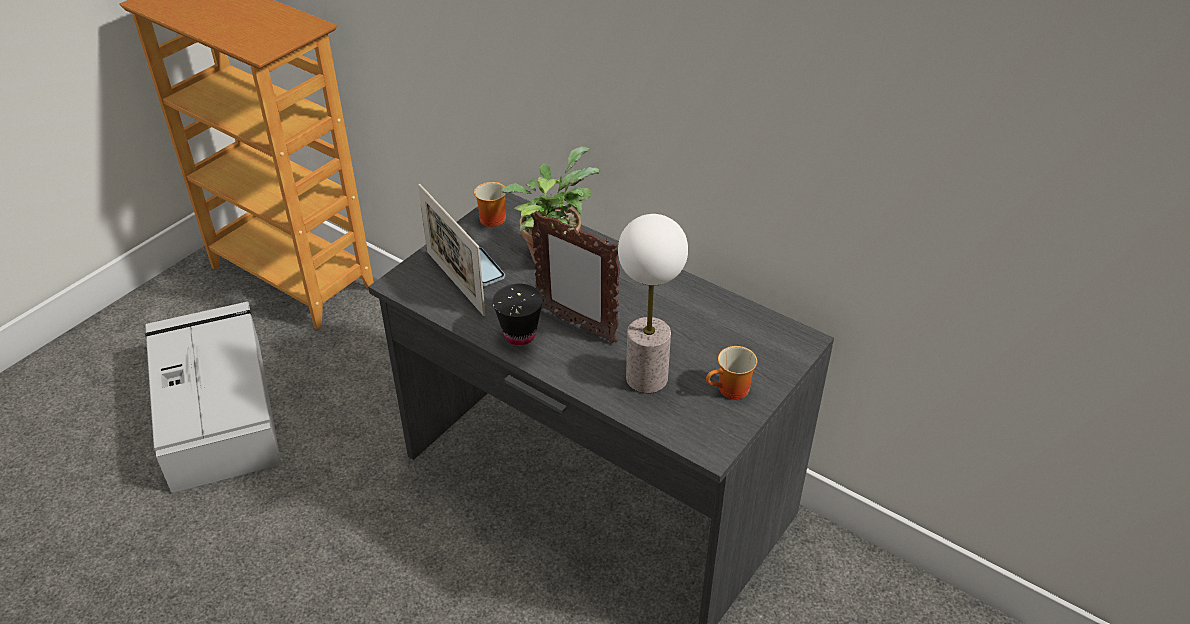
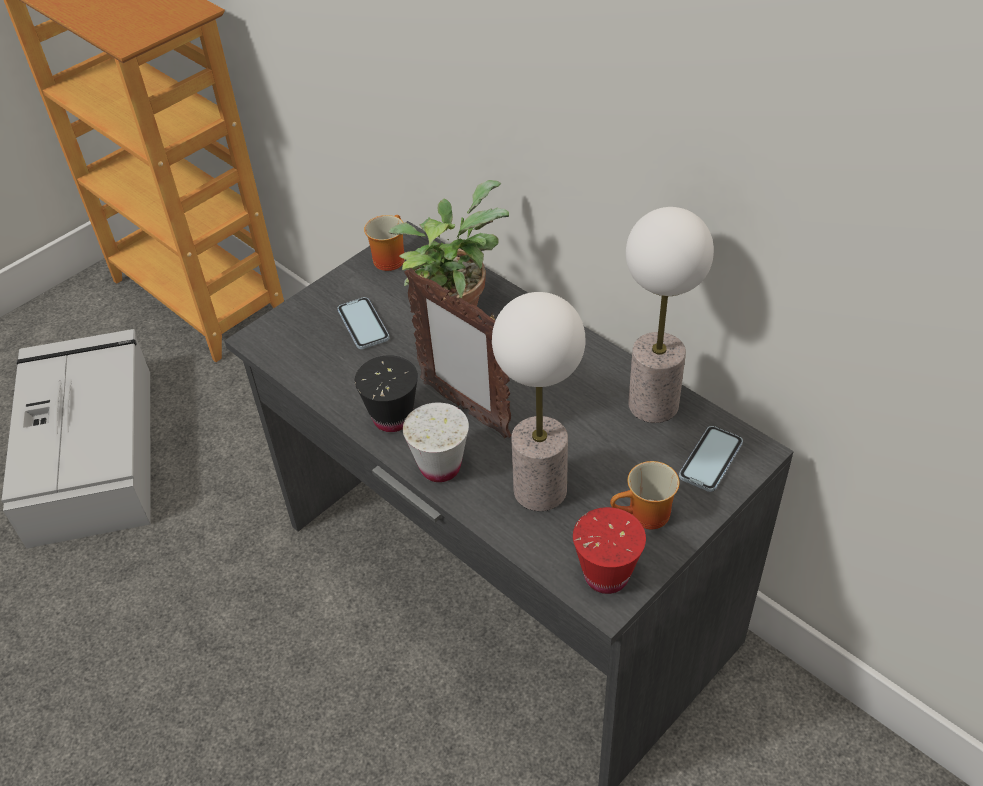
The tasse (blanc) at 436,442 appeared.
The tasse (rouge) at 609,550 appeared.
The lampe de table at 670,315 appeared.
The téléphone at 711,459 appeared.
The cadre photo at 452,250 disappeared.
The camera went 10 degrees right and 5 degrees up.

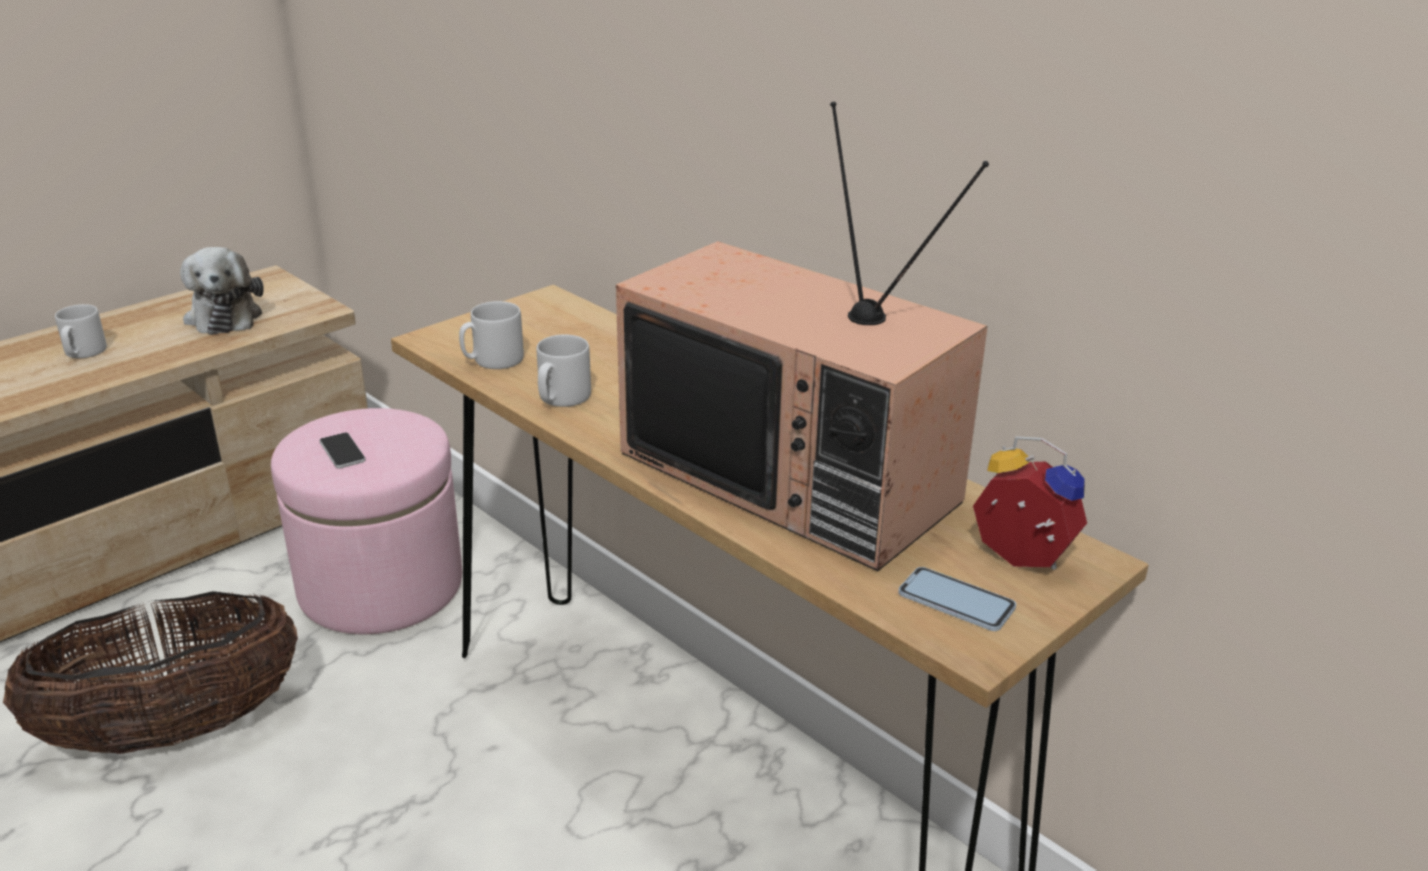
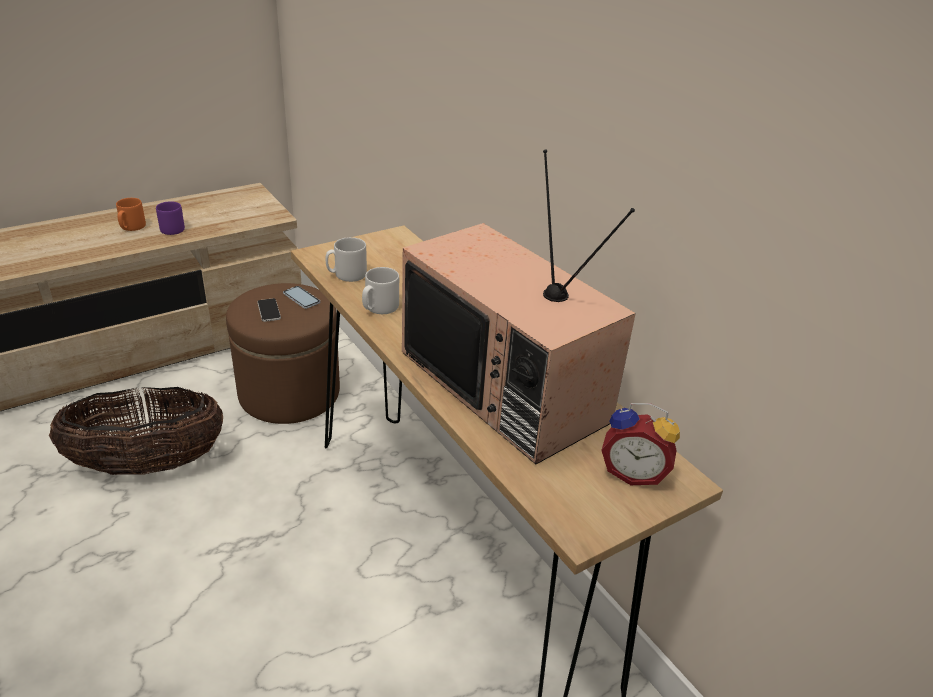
The mug (gris) at 81,331 became the mug (orange) at 131,214.
The mug (violet) at 170,218 appeared.
The pouf (rose) at 366,521 became the pouf (marron) at 283,353.
The téléphone moved from 957,599 to 301,297.
The réveil at 1030,503 turned 150 degrees clockwise.
The peluche at 222,291 disappeared.
The camera went 10 degrees right and 5 degrees up.

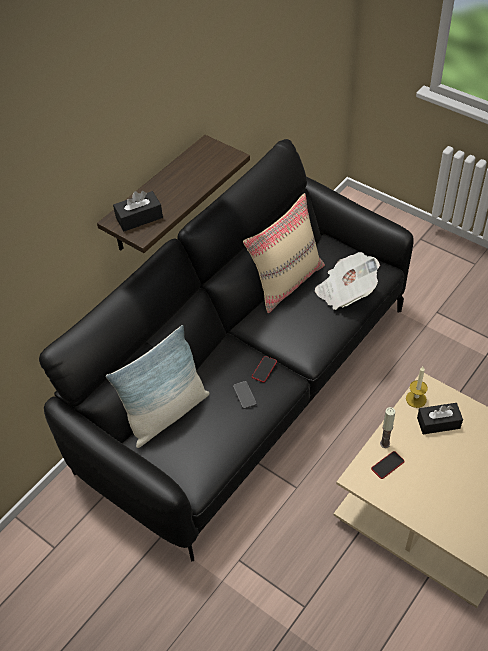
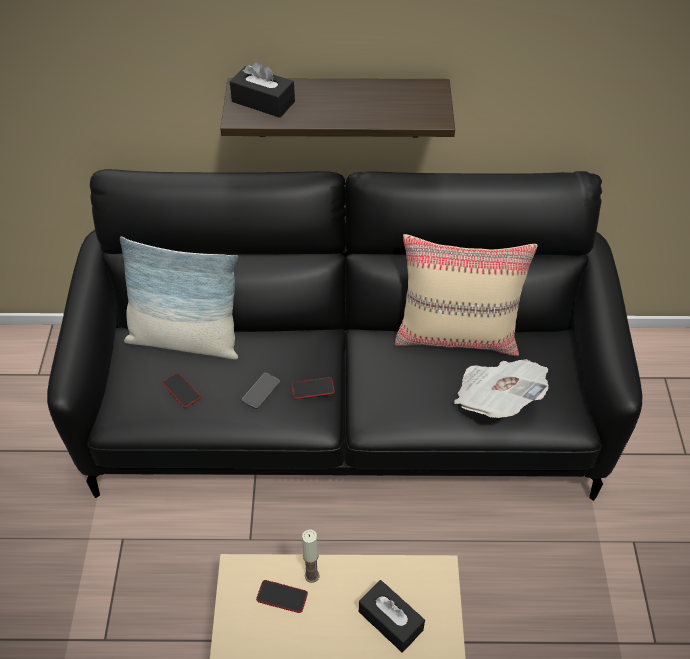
The téléphone at 181,390 appeared.
The bougie at 417,387 disappeared.
The camera went 50 degrees right and 0 degrees up.

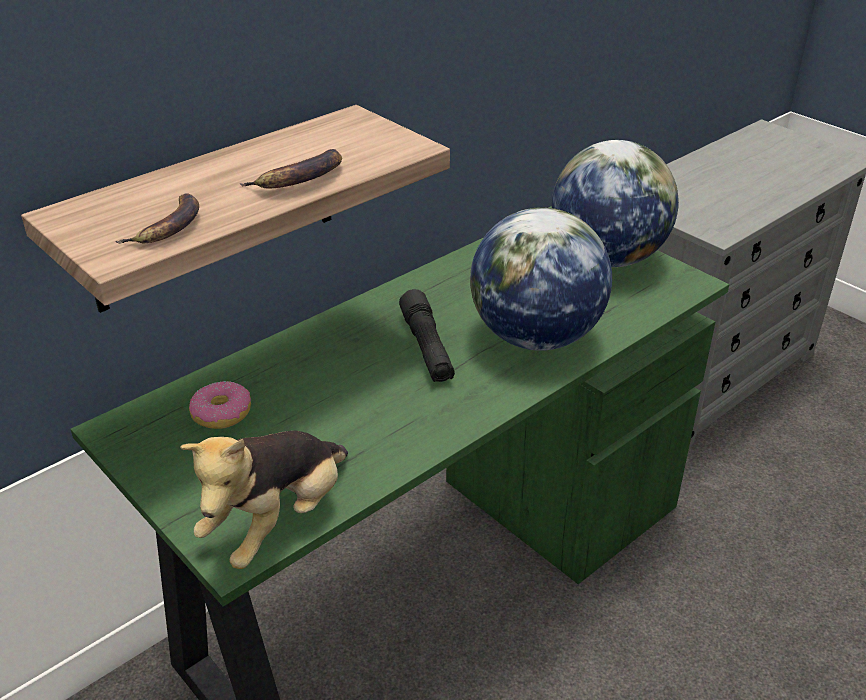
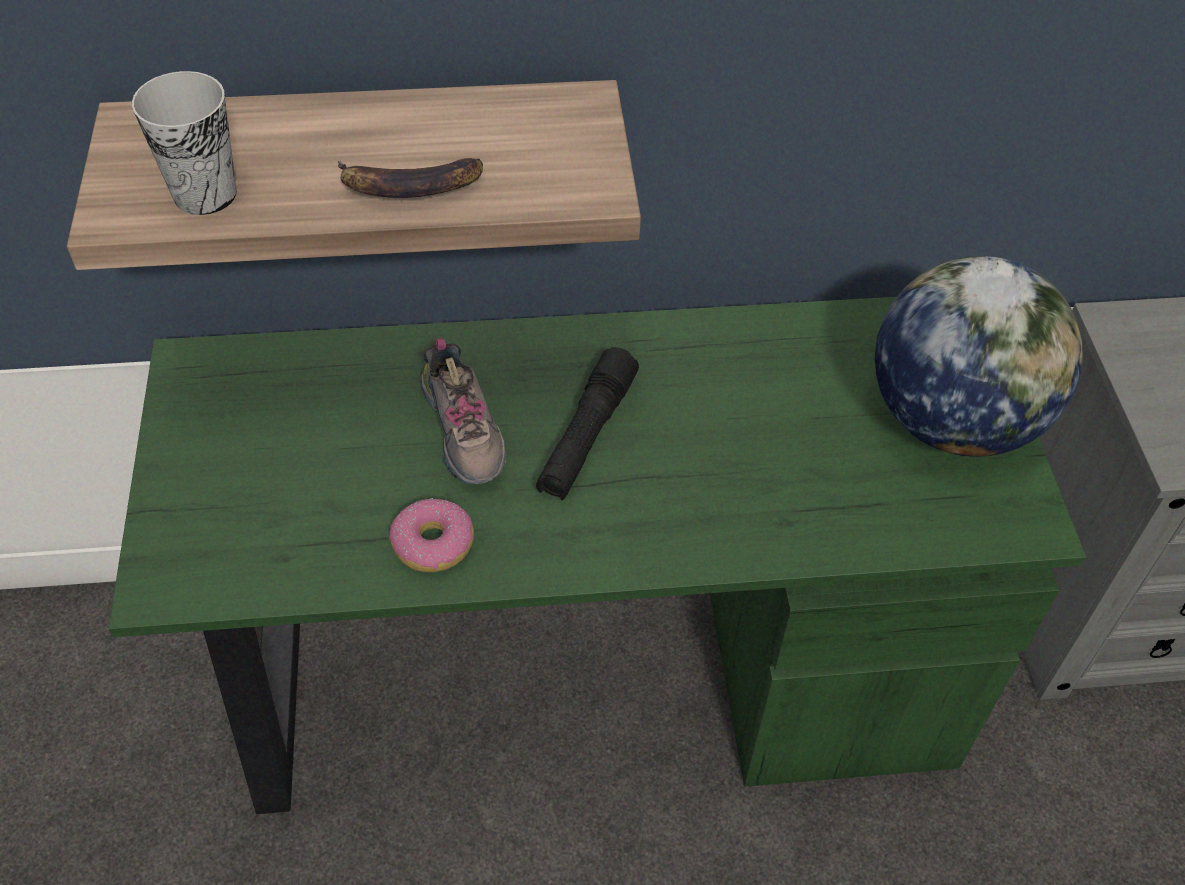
The banane at 157,218 was replaced by the tasse at 184,143.
The beignet moved from 220,405 to 431,535.
The chaussure at 463,411 appeared.
The peluche at 264,499 disappeared.
The globe at 541,279 disappeared.
The camera went 35 degrees right and 15 degrees up.

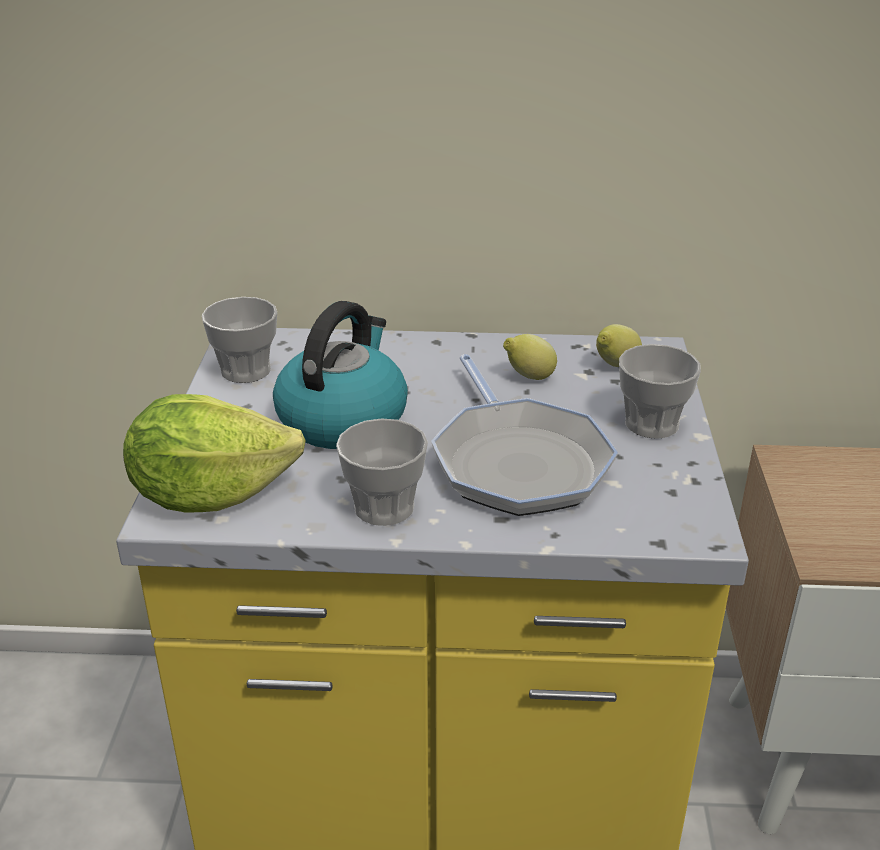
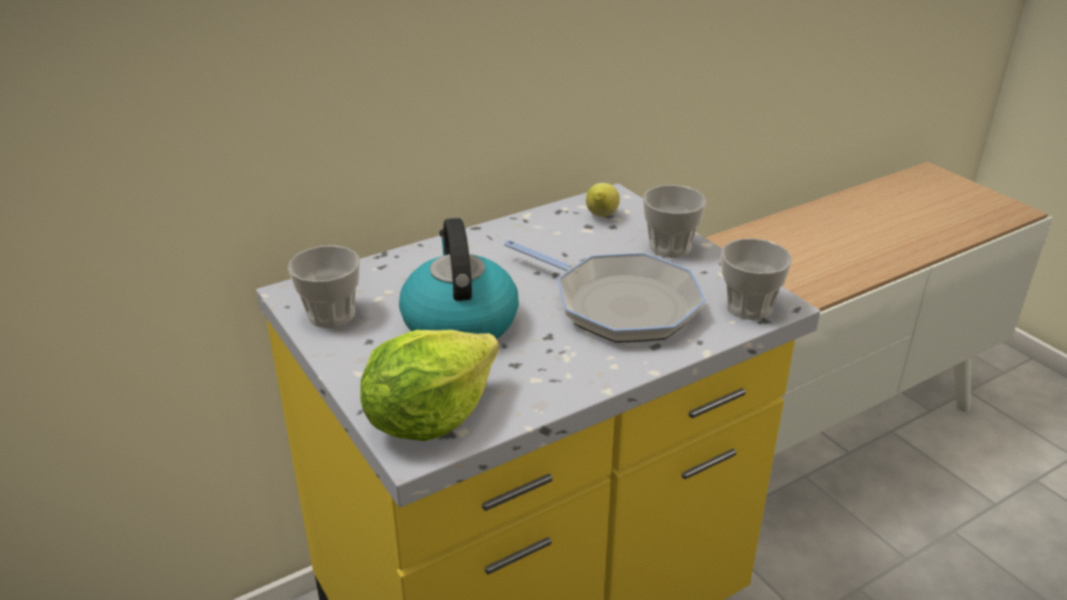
The tasse moved from 382,472 to 756,279.
The citron at 530,357 disappeared.
The camera went 35 degrees left and 0 degrees up.

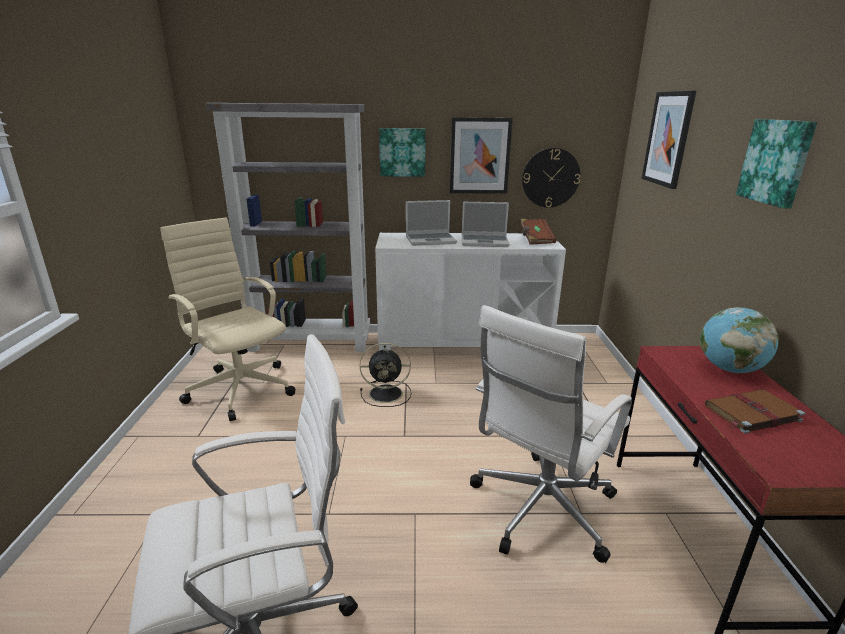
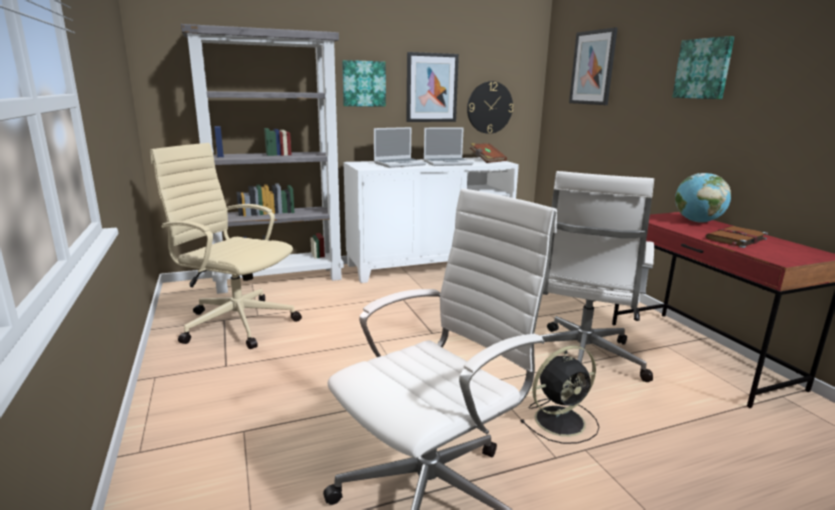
The ventilateur (noir) moved from 385,374 to 559,395.
The camera went 20 degrees left and 5 degrees down.

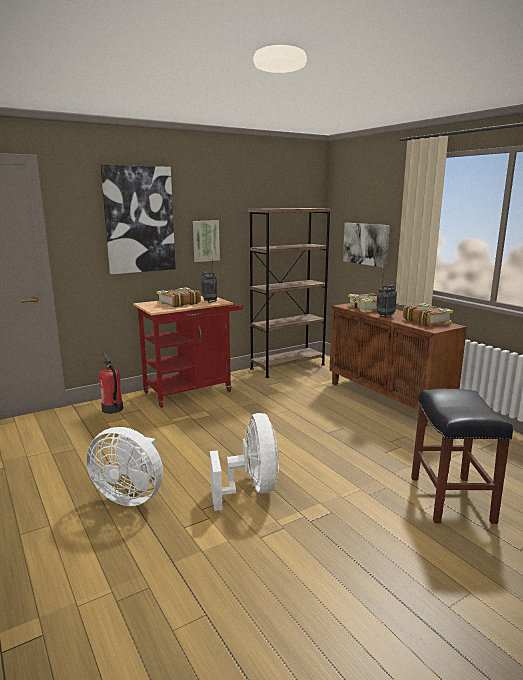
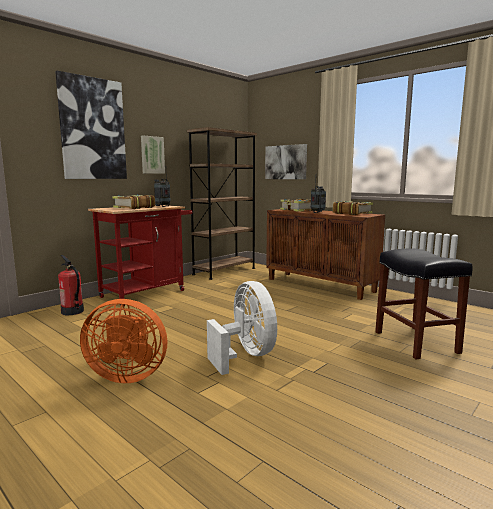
The ventilateur (blanc) at 124,466 became the ventilateur (orange) at 123,341.
The camera went 15 degrees left and 5 degrees down.

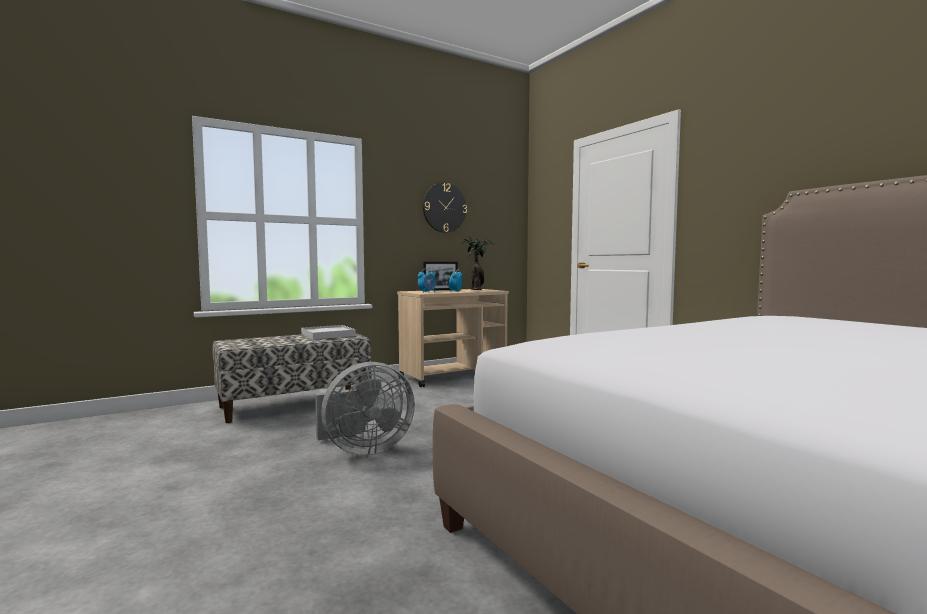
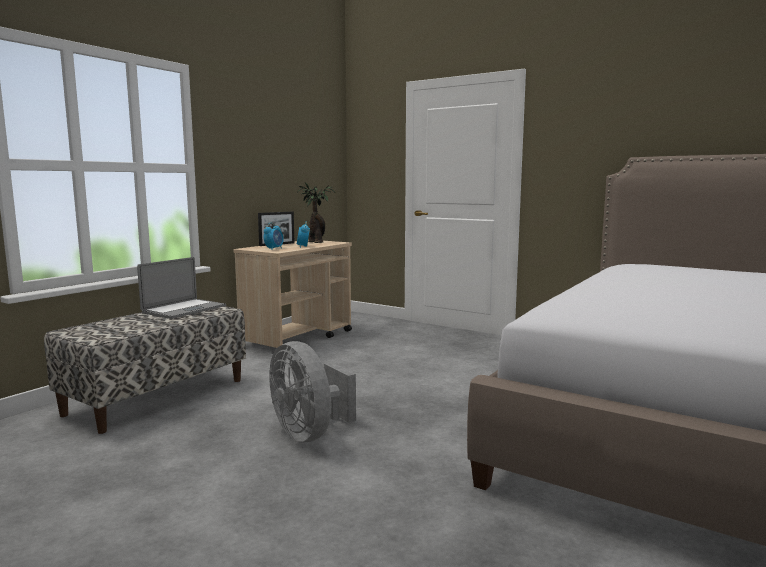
The plateau (blanc) at 328,332 was replaced by the ordinateur portable at 181,288.
The ventilateur (gris) at 365,409 turned 105 degrees clockwise.
The horloge murale at 445,208 disappeared.
The camera went 25 degrees left and 5 degrees up.

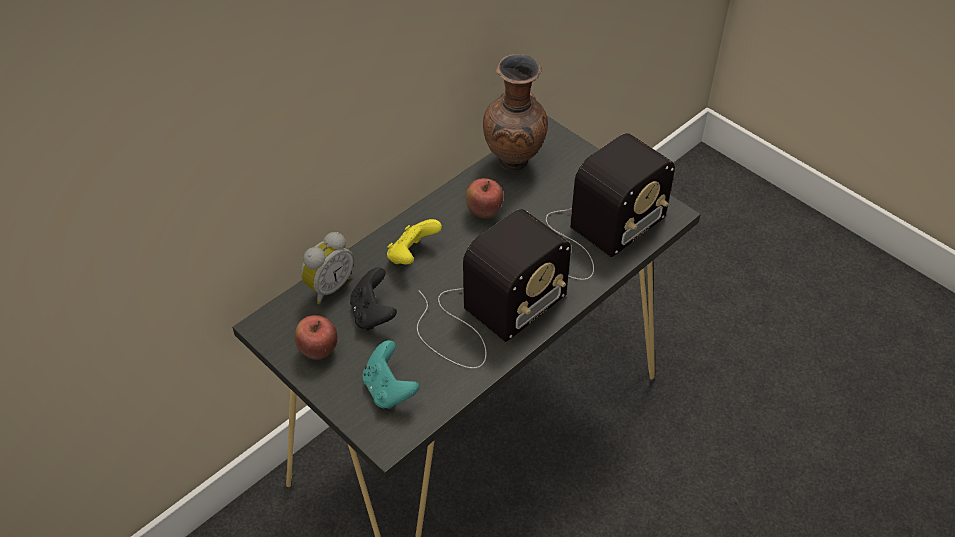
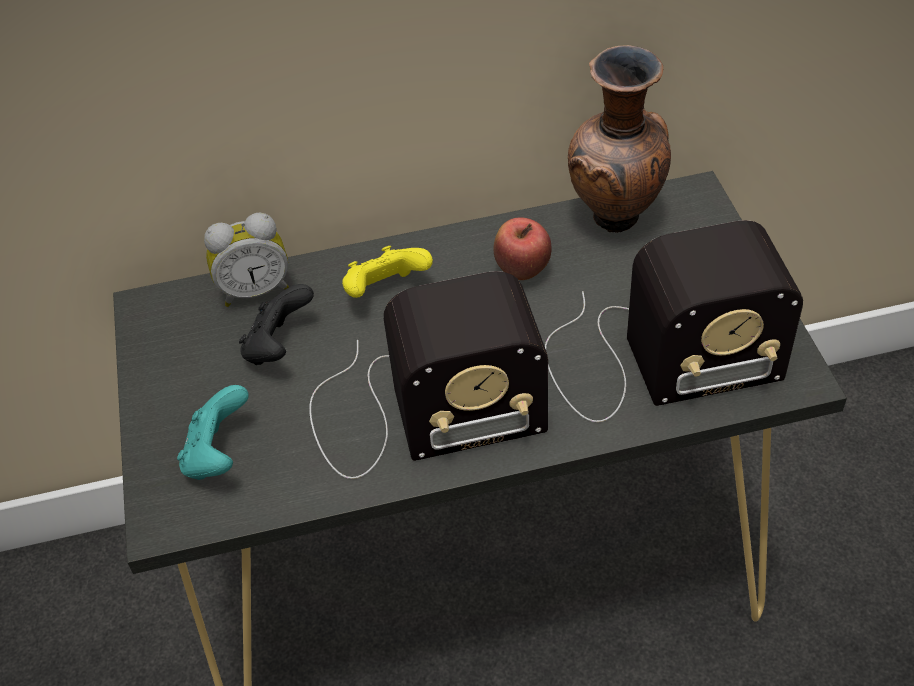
The pomme at 316,337 disappeared.
The camera went 35 degrees right and 0 degrees up.

